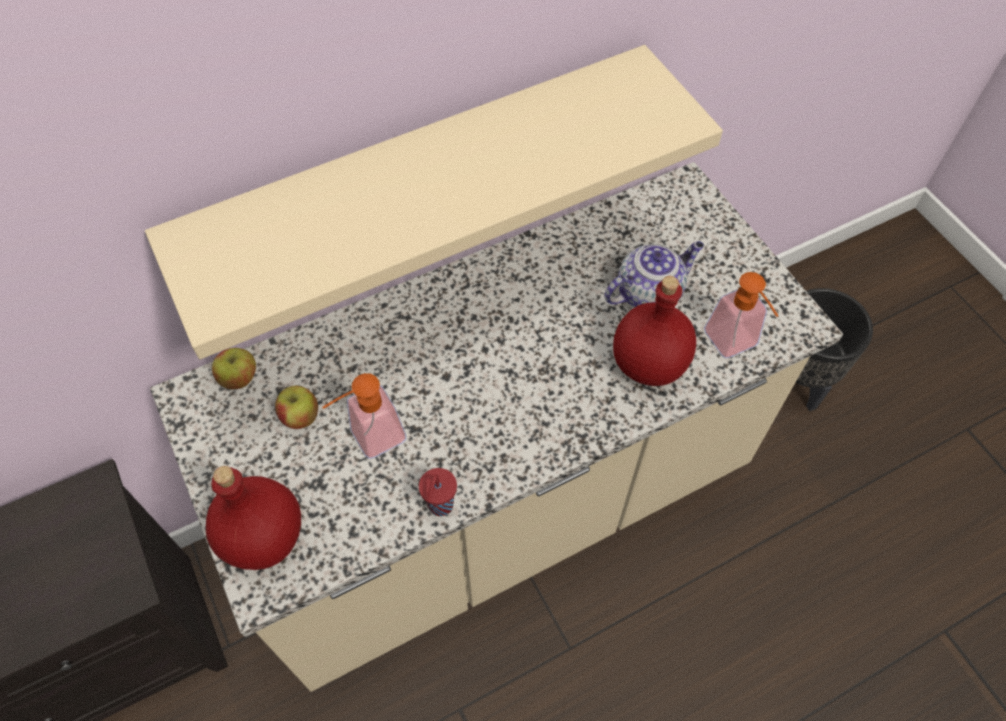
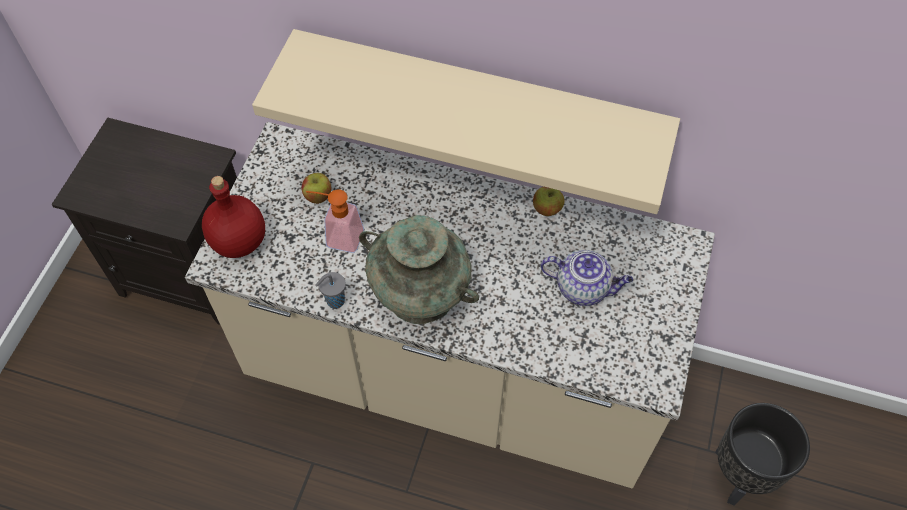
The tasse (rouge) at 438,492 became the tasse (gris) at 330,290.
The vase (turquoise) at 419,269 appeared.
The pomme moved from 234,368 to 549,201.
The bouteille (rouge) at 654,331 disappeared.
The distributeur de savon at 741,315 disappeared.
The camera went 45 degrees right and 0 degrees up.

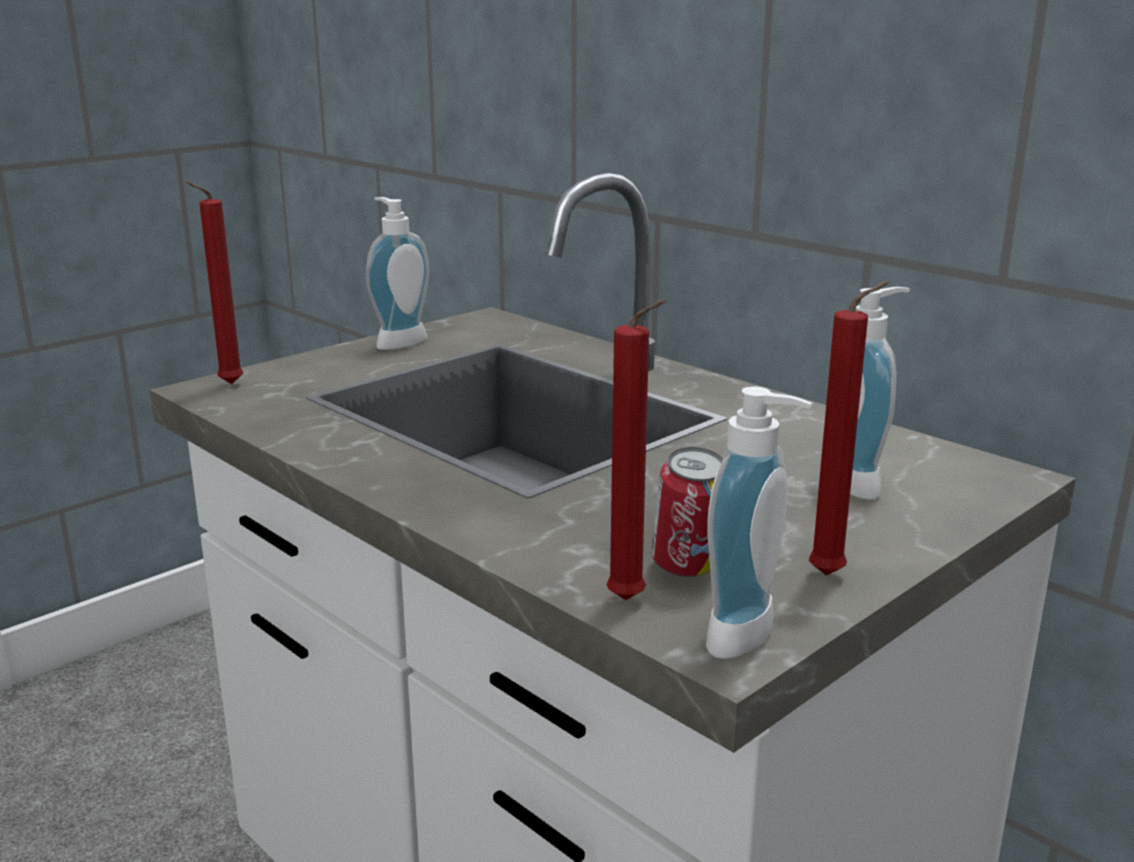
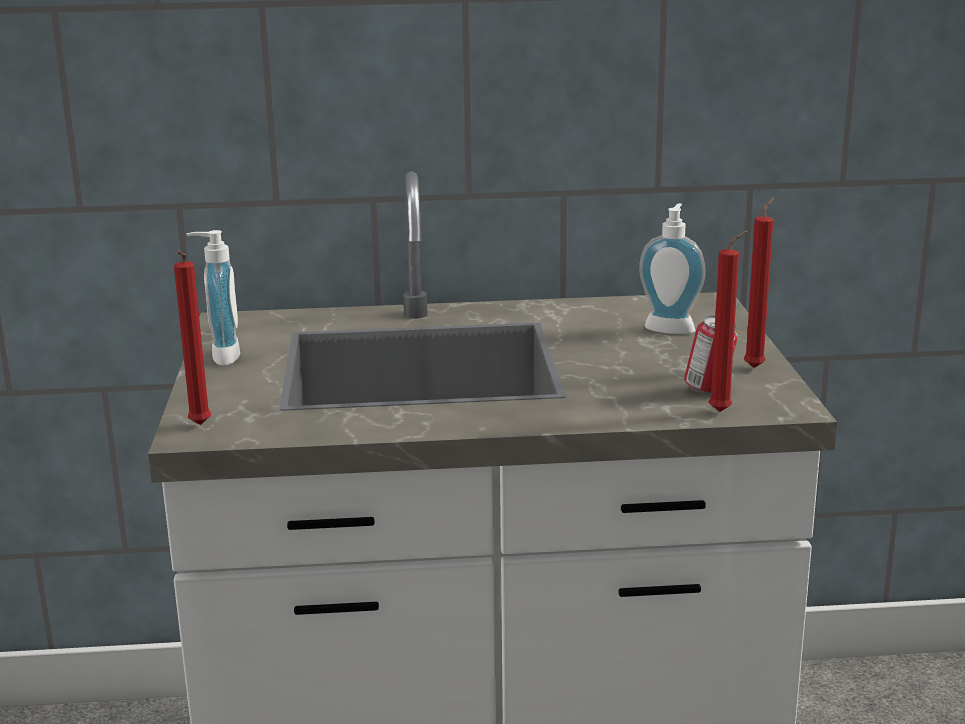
The distributeur de savon at 759,523 disappeared.
The camera went 50 degrees left and 0 degrees up.

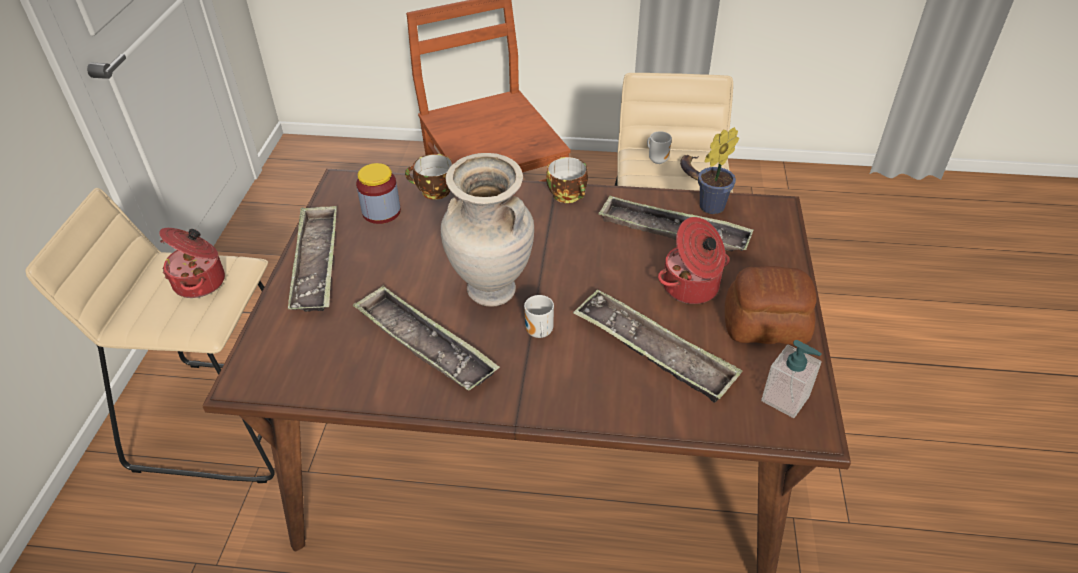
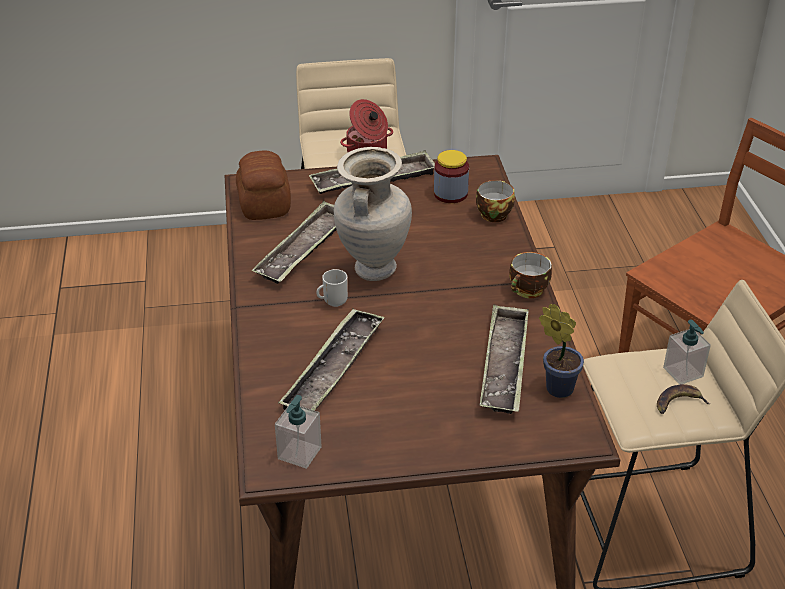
The pain moved from 771,305 to 263,185.
The mug at 659,147 was replaced by the distributeur de savon at 687,351.
The marmite at 694,260 disappeared.
The camera went 75 degrees right and 5 degrees down.

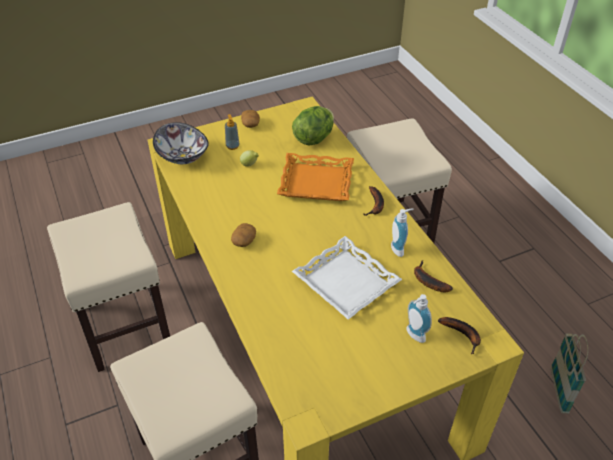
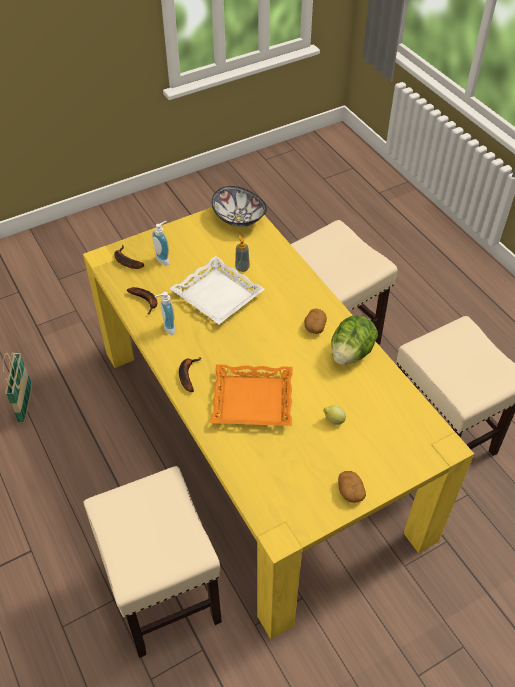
The bol moved from 181,143 to 239,206.
The distributeur de savon moved from 232,132 to 242,253.
The laitue moved from 313,126 to 354,340.
The camera went 175 degrees right and 5 degrees up.

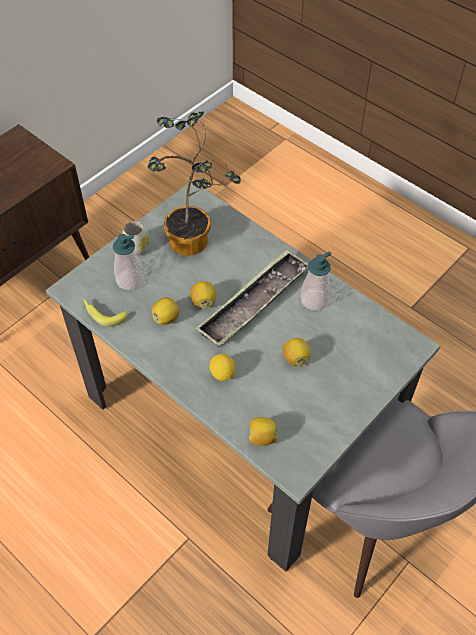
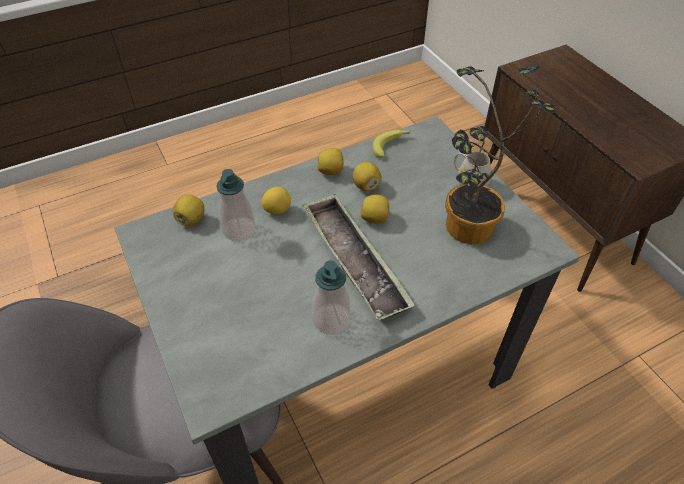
The distributeur de savon moved from 128,262 to 236,205.
The citron moved from 296,352 to 330,161.
The camera went 110 degrees right and 5 degrees down.

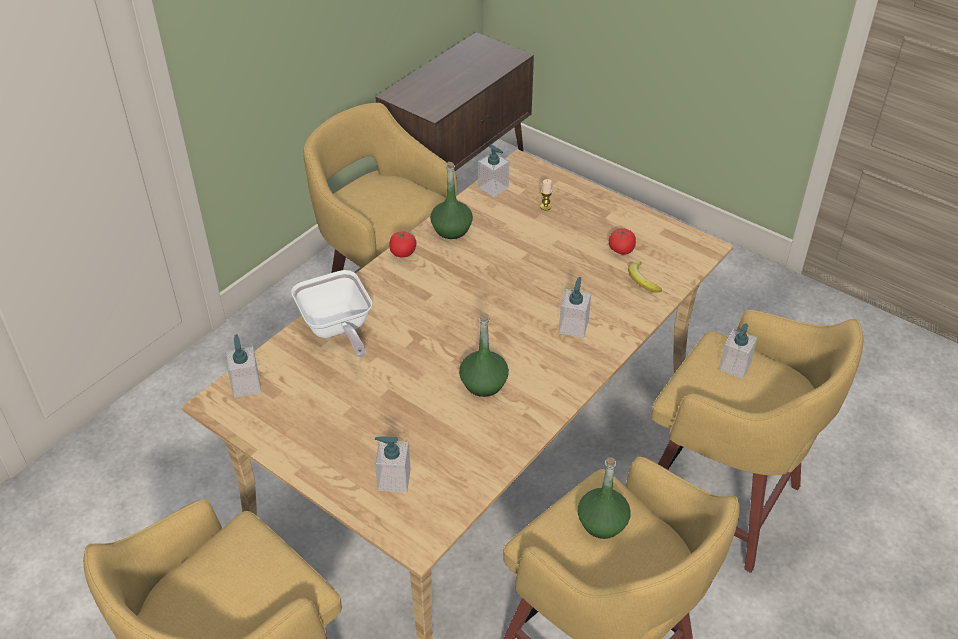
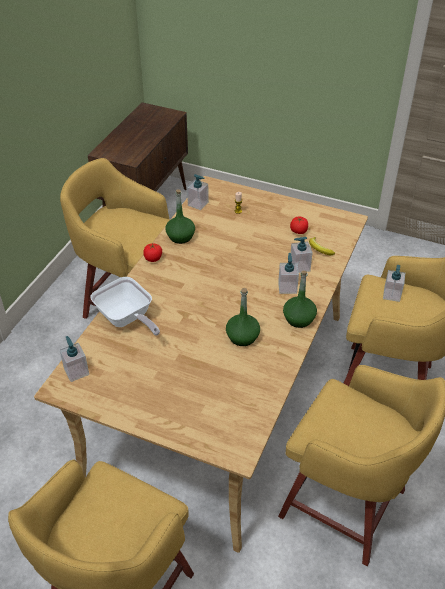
The bouteille (vert) moved from 604,498 to 300,299.
The distributeur de savon moved from 393,465 to 302,255.
The camera went 15 degrees left and 0 degrees up.

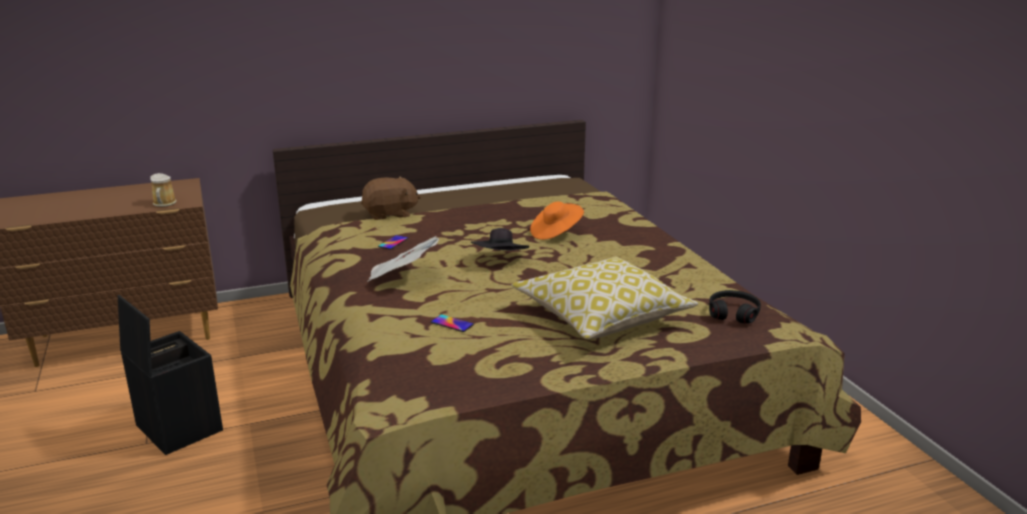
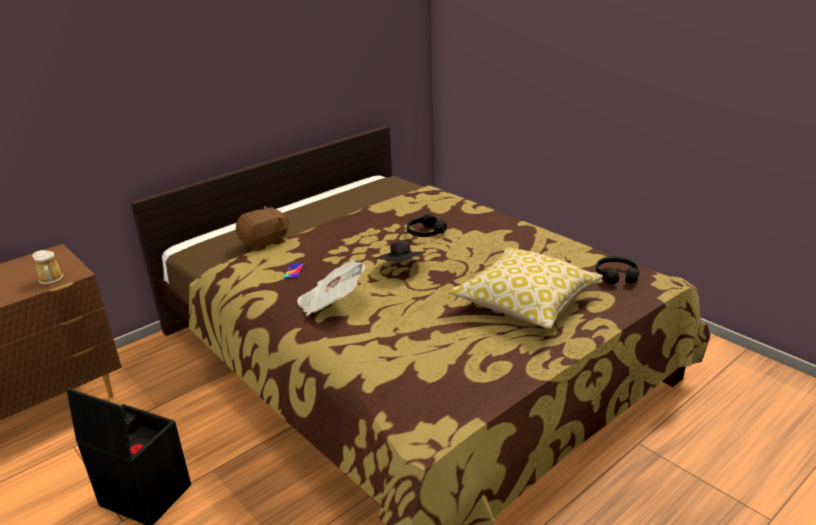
The chapeau (orange) at 557,220 was replaced by the casque audio (noir) at 427,225.
The téléphone at 452,323 disappeared.
The camera went 20 degrees left and 5 degrees up.

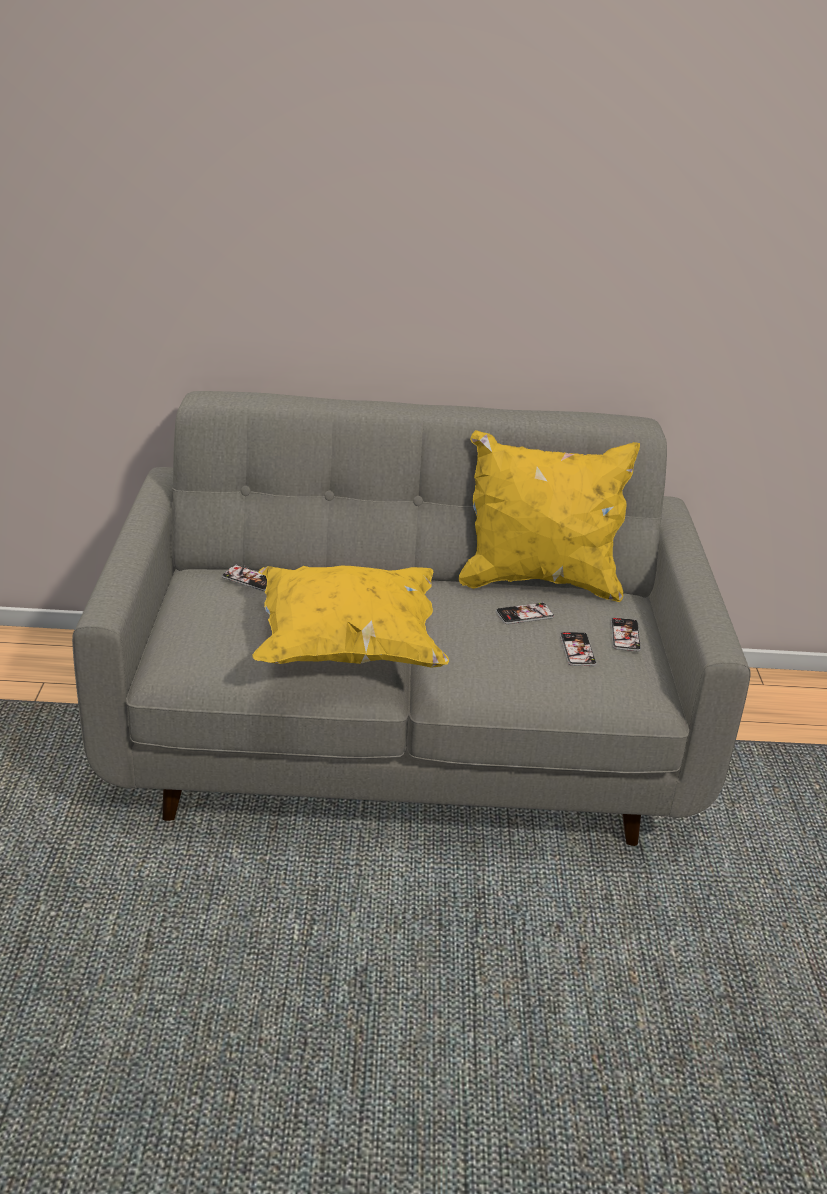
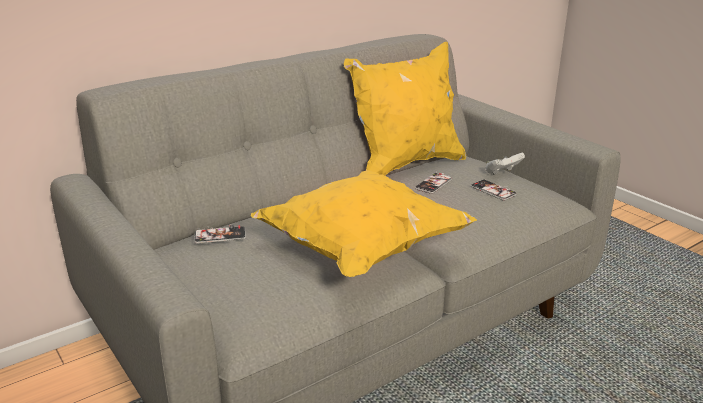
The téléphone at 626,635 was replaced by the manette (blanc) at 505,163.
The camera went 35 degrees left and 5 degrees down.

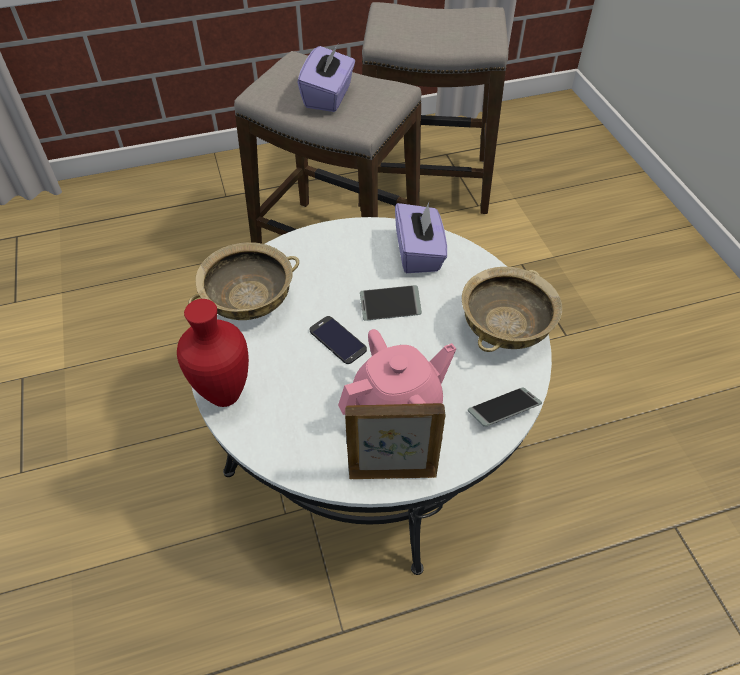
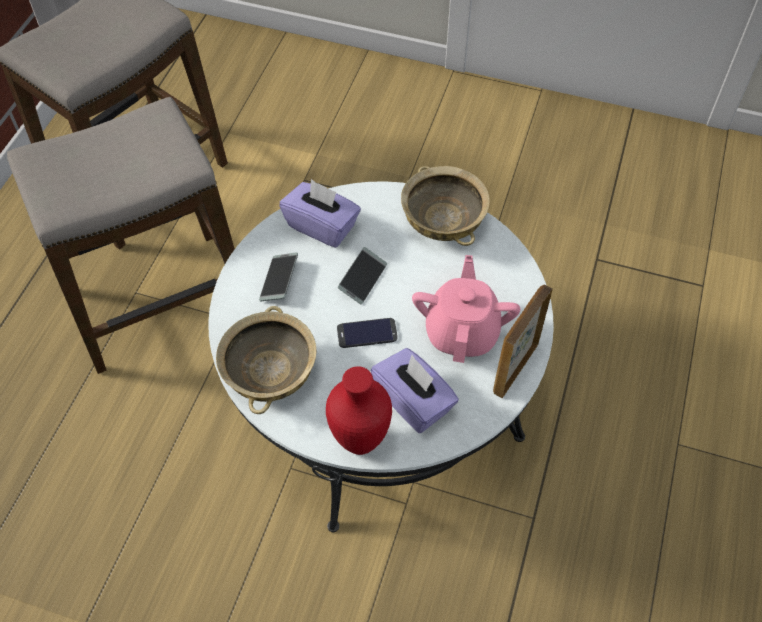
The téléphone moved from 505,407 to 278,276.
The boîte à mouchoirs (violet) moved from 326,78 to 415,390.
The camera went 55 degrees left and 5 degrees up.

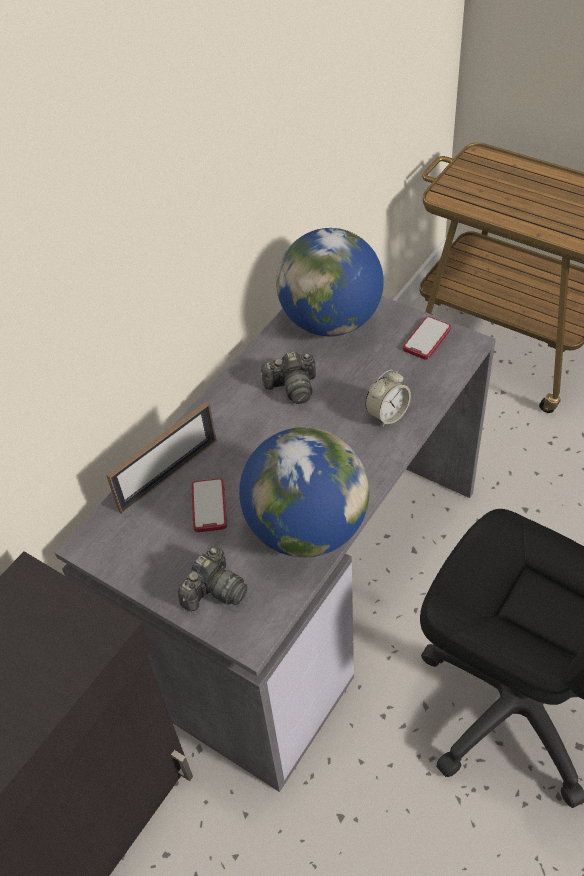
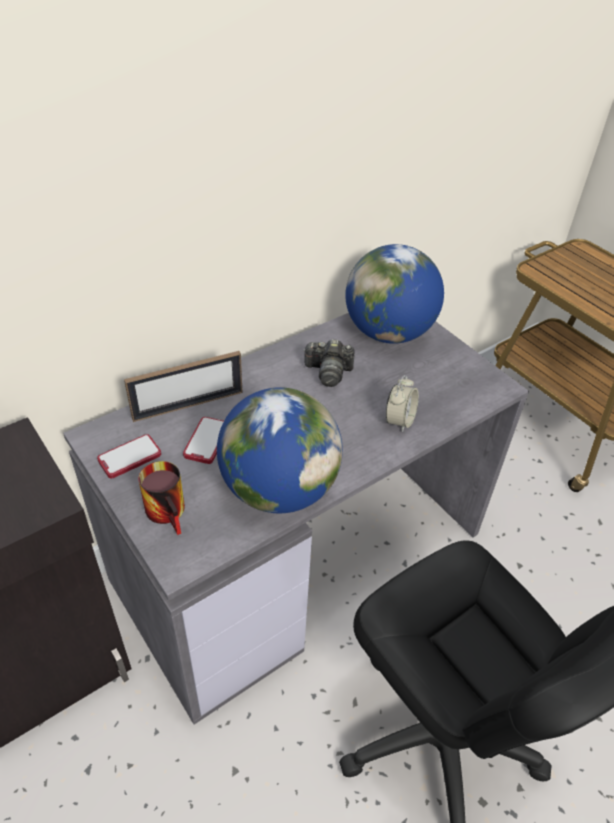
The téléphone moved from 427,338 to 129,456.
The appareil photo at 213,578 was replaced by the mug at 162,498.
The réveil at 388,398 turned 45 degrees counterclockwise.
The camera went 15 degrees right and 5 degrees down.

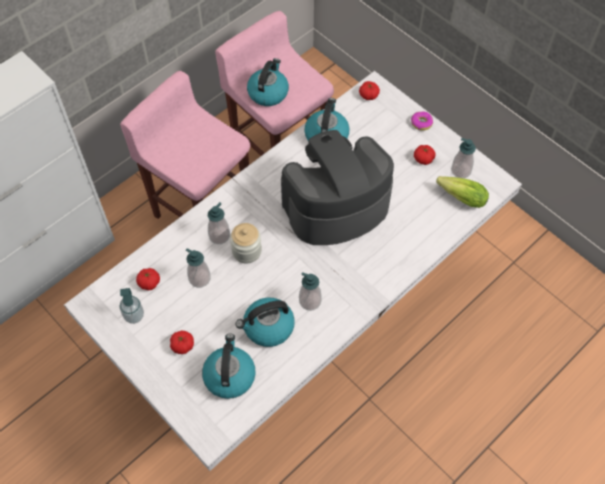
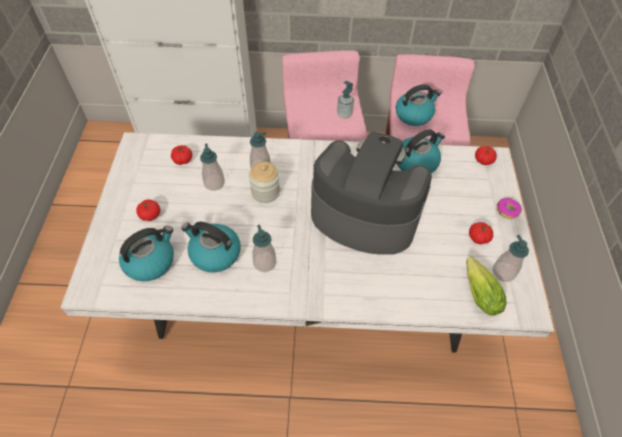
The distributeur de savon moved from 131,306 to 345,100.
The camera went 45 degrees right and 5 degrees down.

